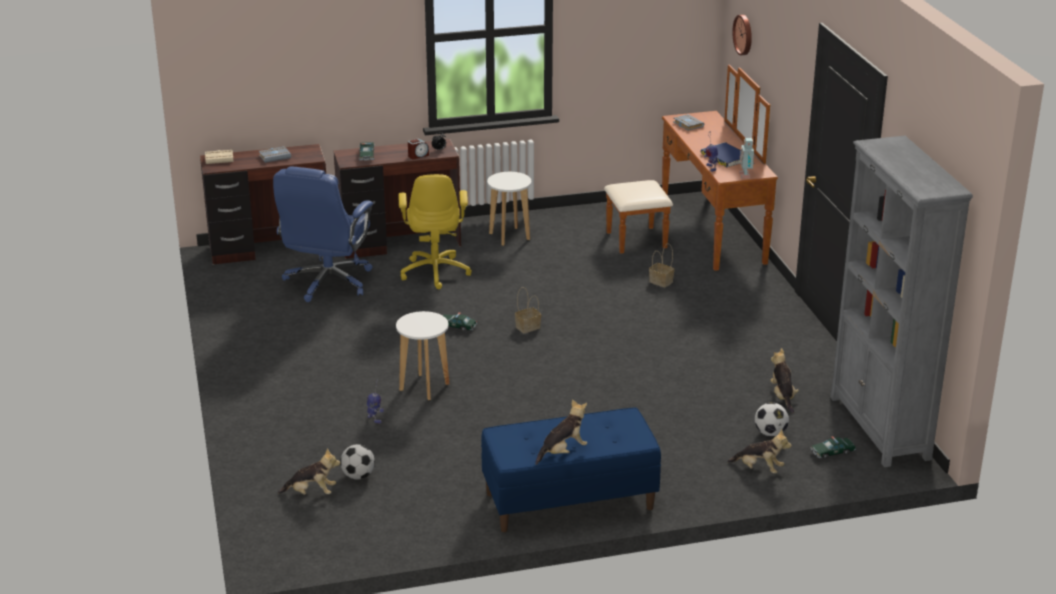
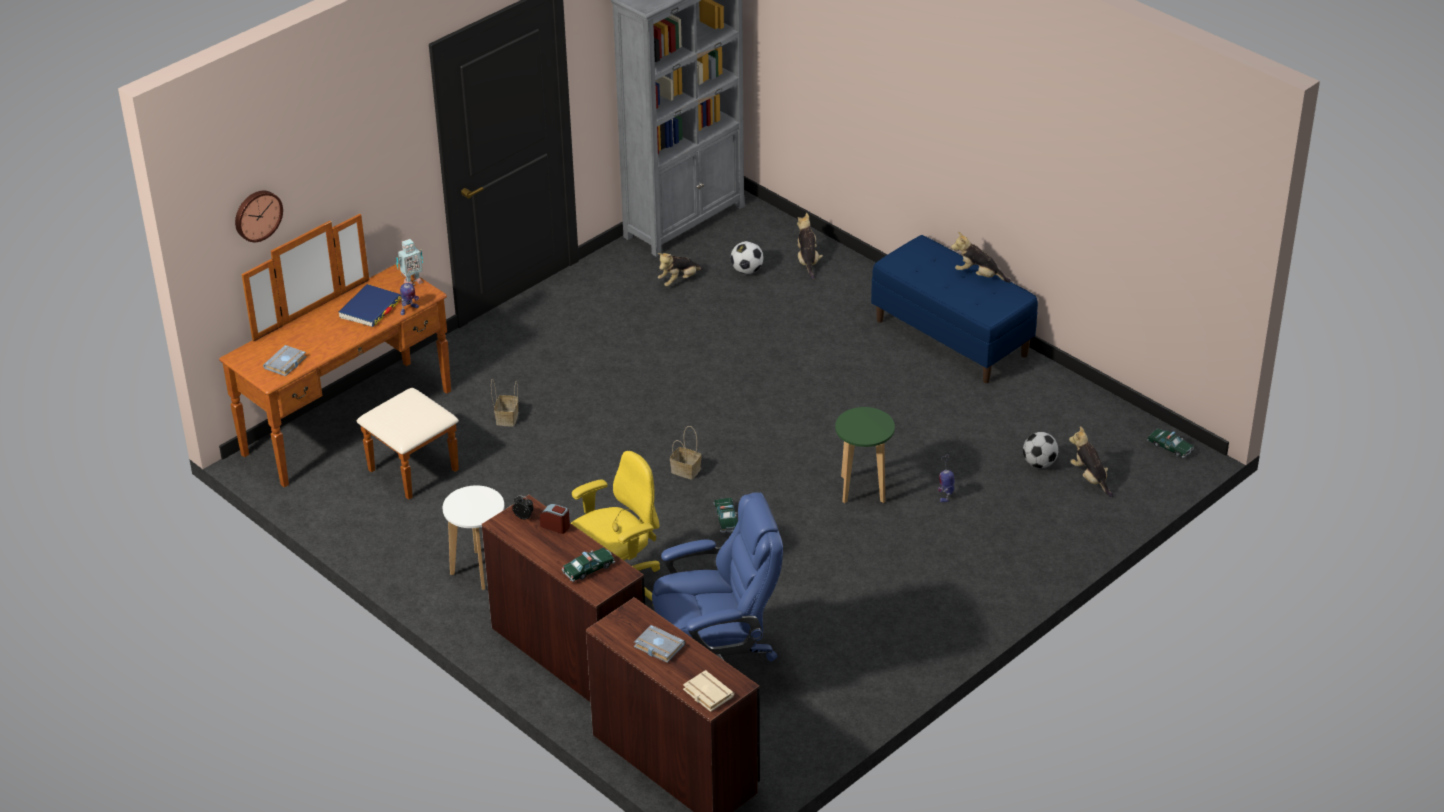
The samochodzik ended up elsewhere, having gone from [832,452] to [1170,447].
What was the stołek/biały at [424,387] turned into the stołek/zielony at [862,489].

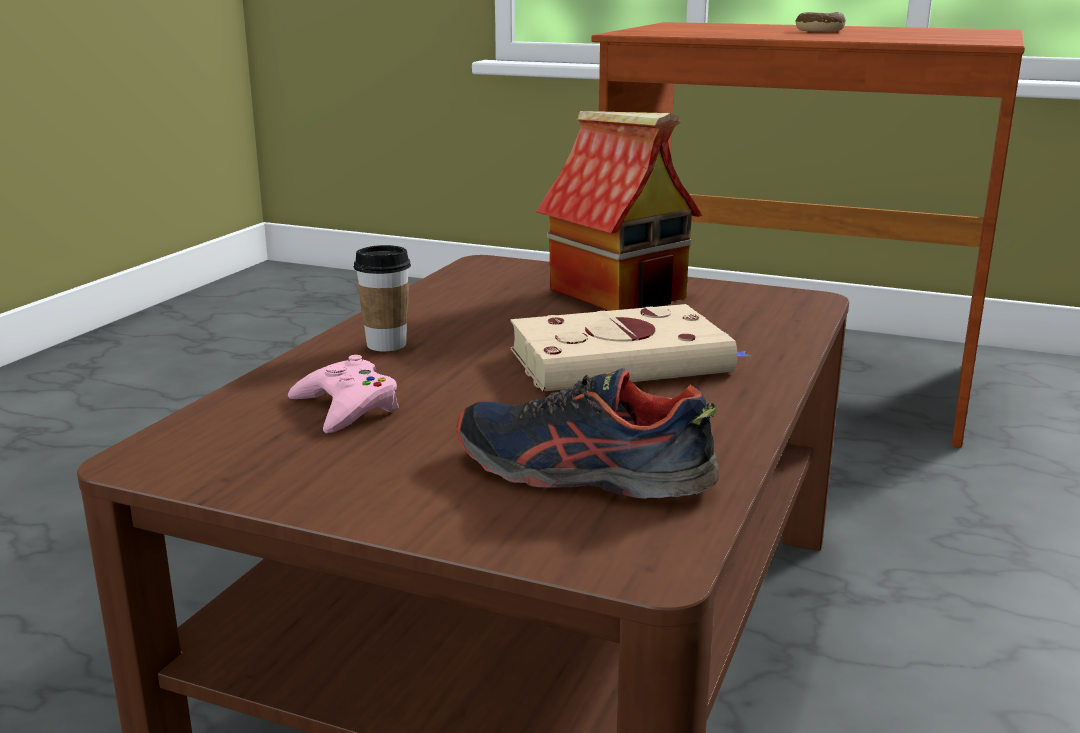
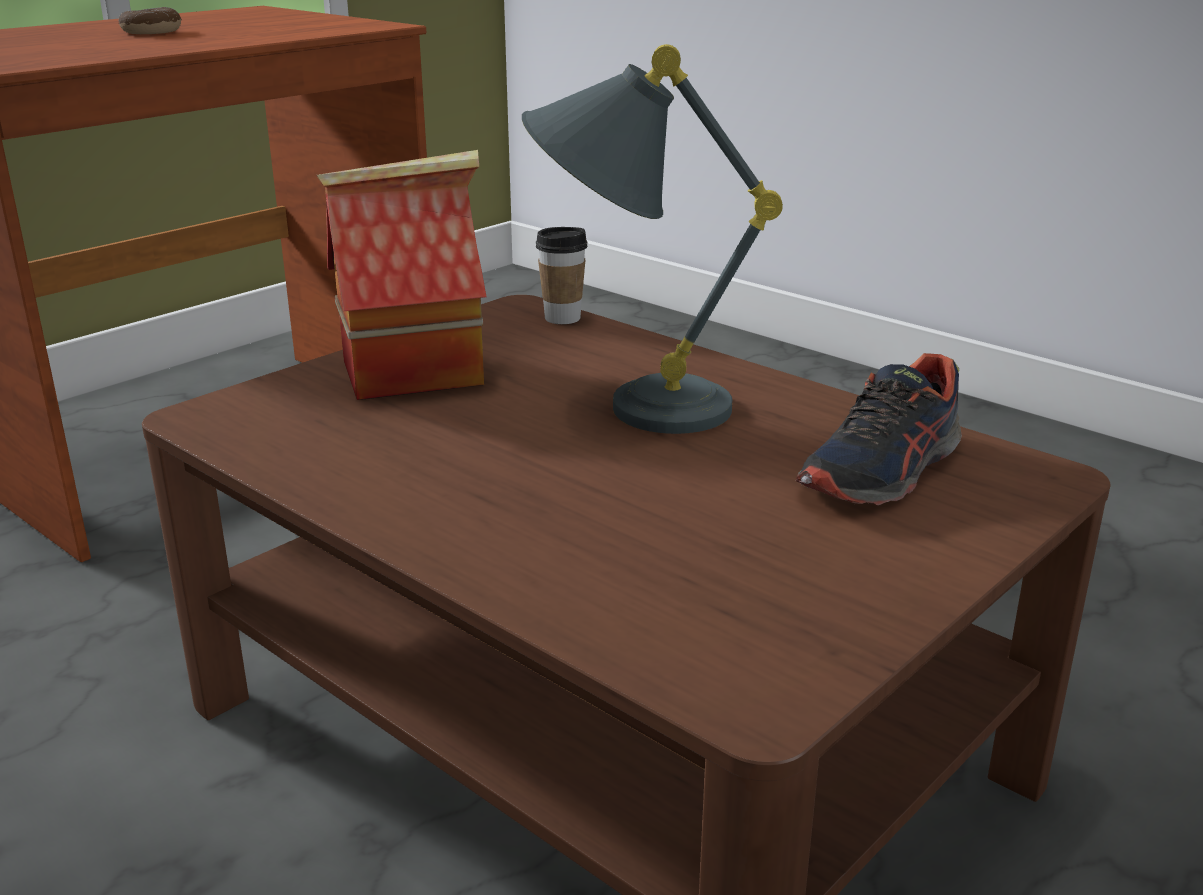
The second view lost the pad do gier/różowy at [346,407].
The filiżanka ended up elsewhere, having gone from [386,345] to [562,318].
Where the książka/beżowy stood at [625,361], the lampa stołowa/szary came to stand at [626,407].

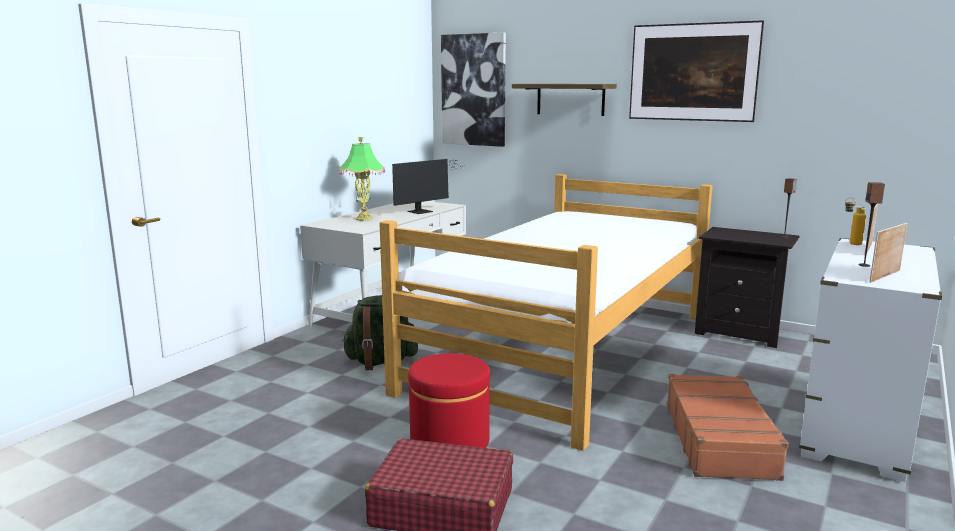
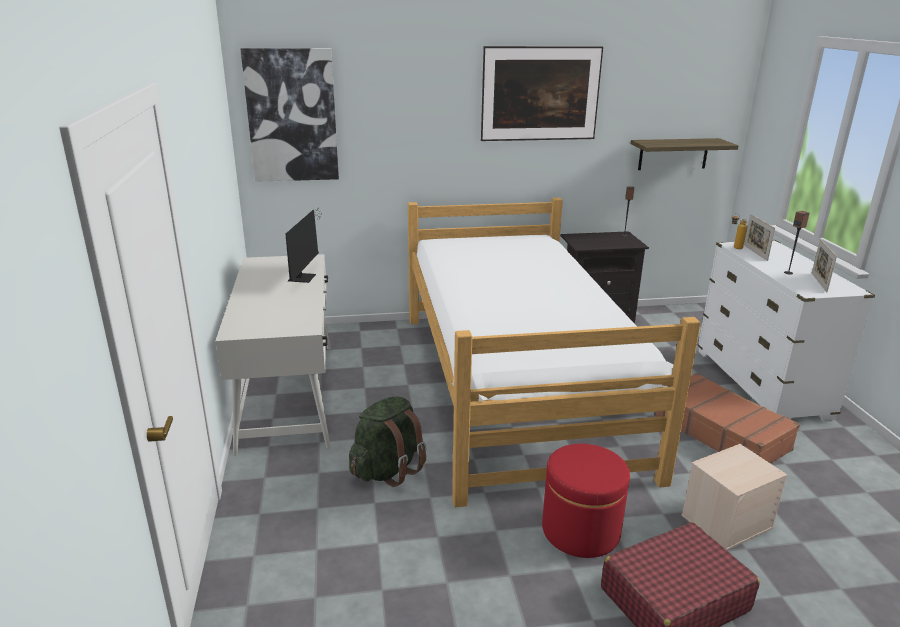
The second view lost the lampa stołowa at [364,218].
The second view gained the pojemnik do przechowywania/beżowy at [726,520].
The półka ended up elsewhere, having gone from [570,99] to [673,154].

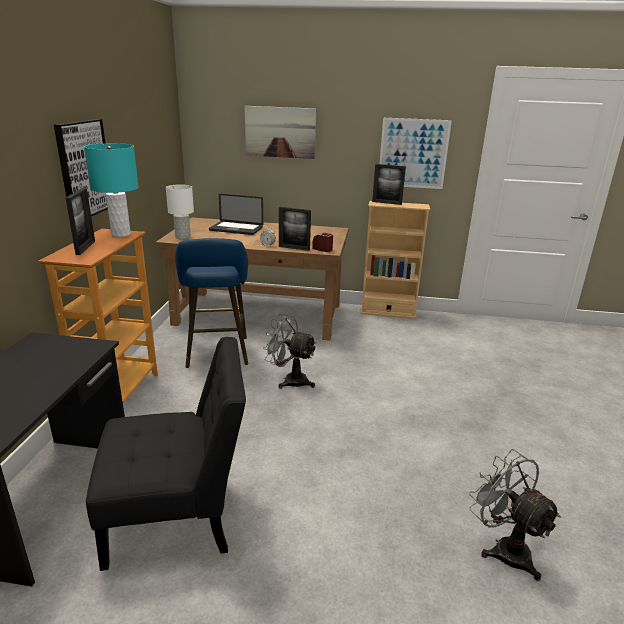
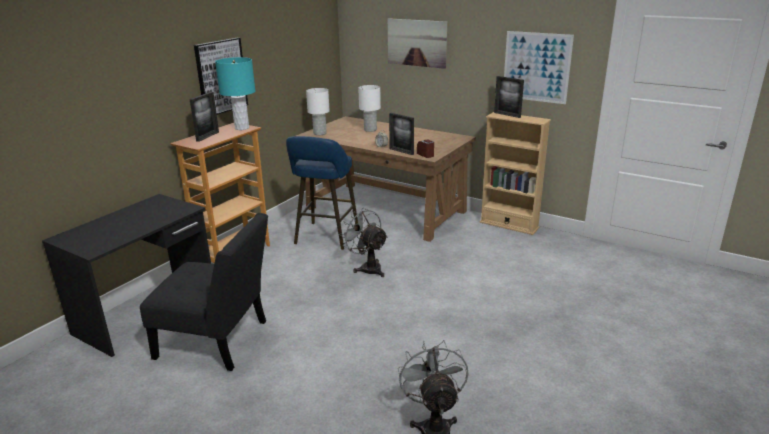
Where the laptop stood at [236,229], the lampa stołowa/biały came to stand at [370,130].

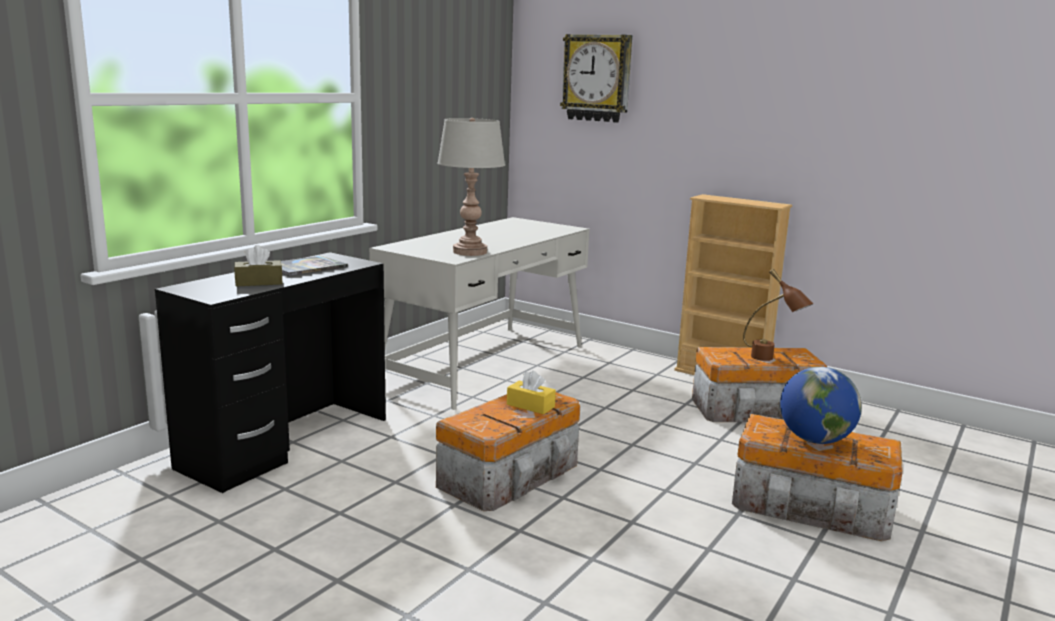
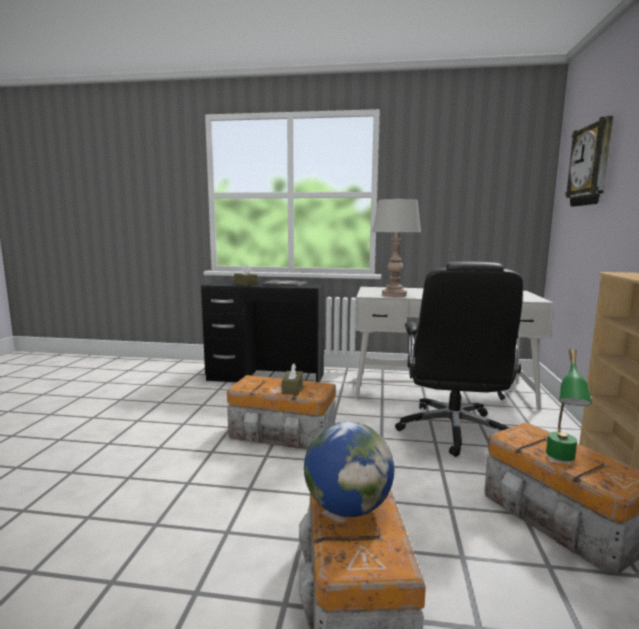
The second view gained the krzesło biurowe/czarny at [453,431].
What was the pudełko chusteczek/żółty at [530,405] turned into the pudełko chusteczek/brązowy at [292,389].
What was the lampa stołowa/brązowy at [771,360] turned into the lampa stołowa/zielony at [561,460].

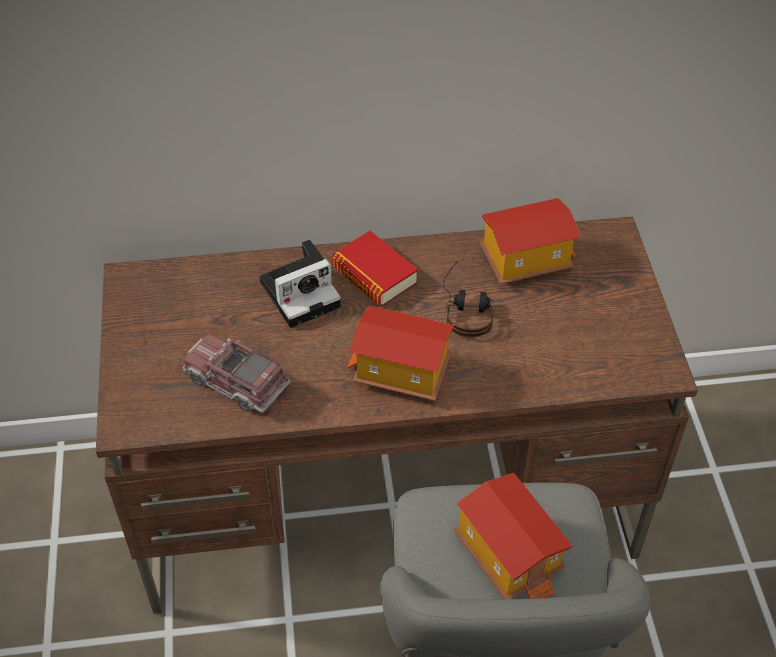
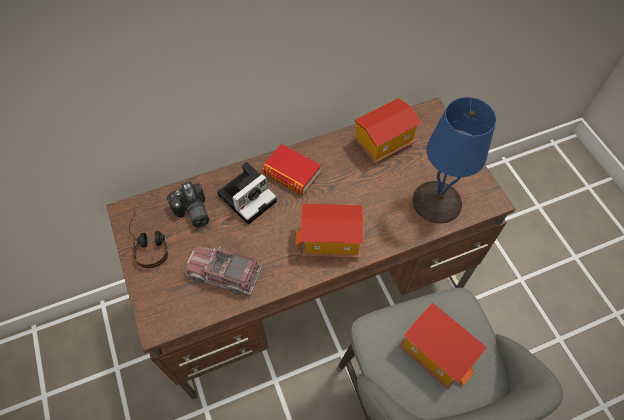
The second view gained the aparat fotograficzny at [192,213].
The second view gained the lampa stołowa/niebieski at [436,201].
The słuchawki ended up elsewhere, having gone from [467,309] to [150,243].

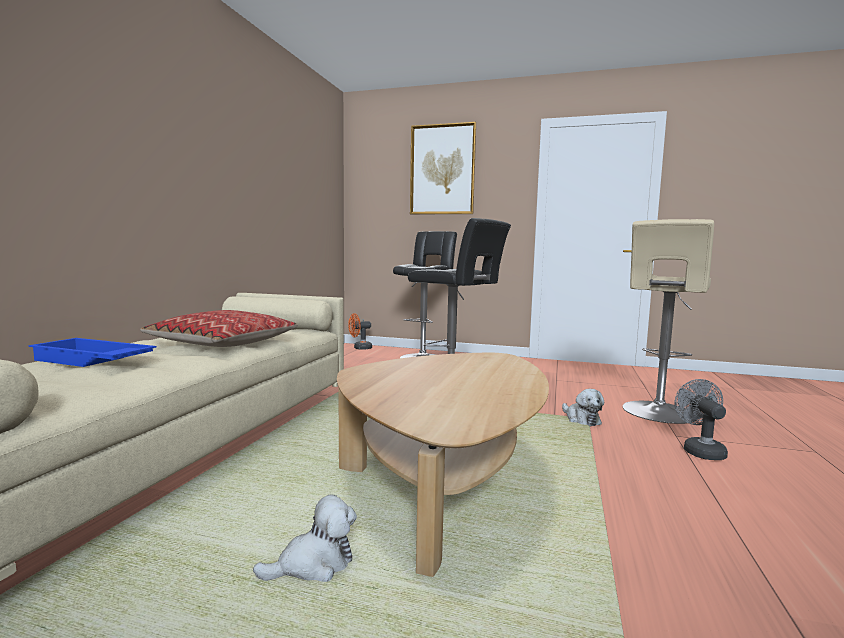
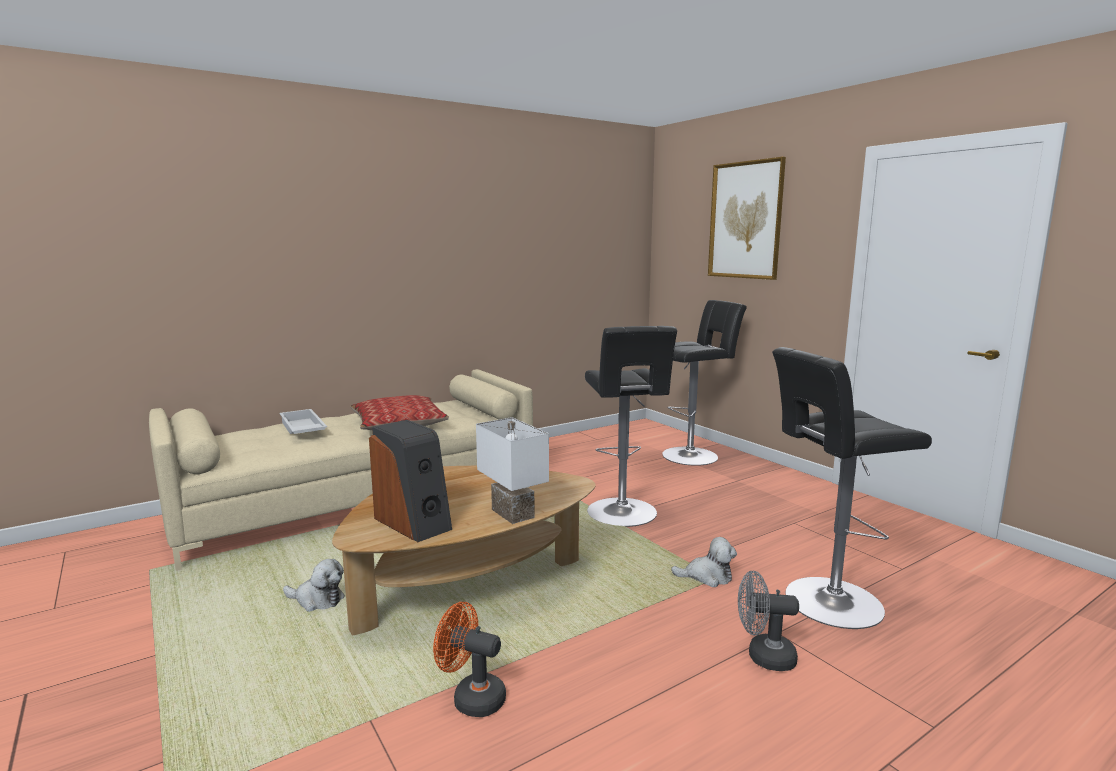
The second view gained the głośnik at [414,523].
The second view gained the lampa stołowa/biały at [510,514].
The wentylator/pomarańczowy ended up elsewhere, having gone from [359,348] to [471,697].
What was the taca/niebieski at [91,361] turned into the taca/biały at [301,429].
What was the stołek/beżowy at [658,413] turned into the stołek/czarny at [827,603].
The pluszak at [581,419] ended up facing another way, 105 degrees counterclockwise from before.
The wentylator/szary at [700,450] ended up facing another way, 120 degrees counterclockwise from before.

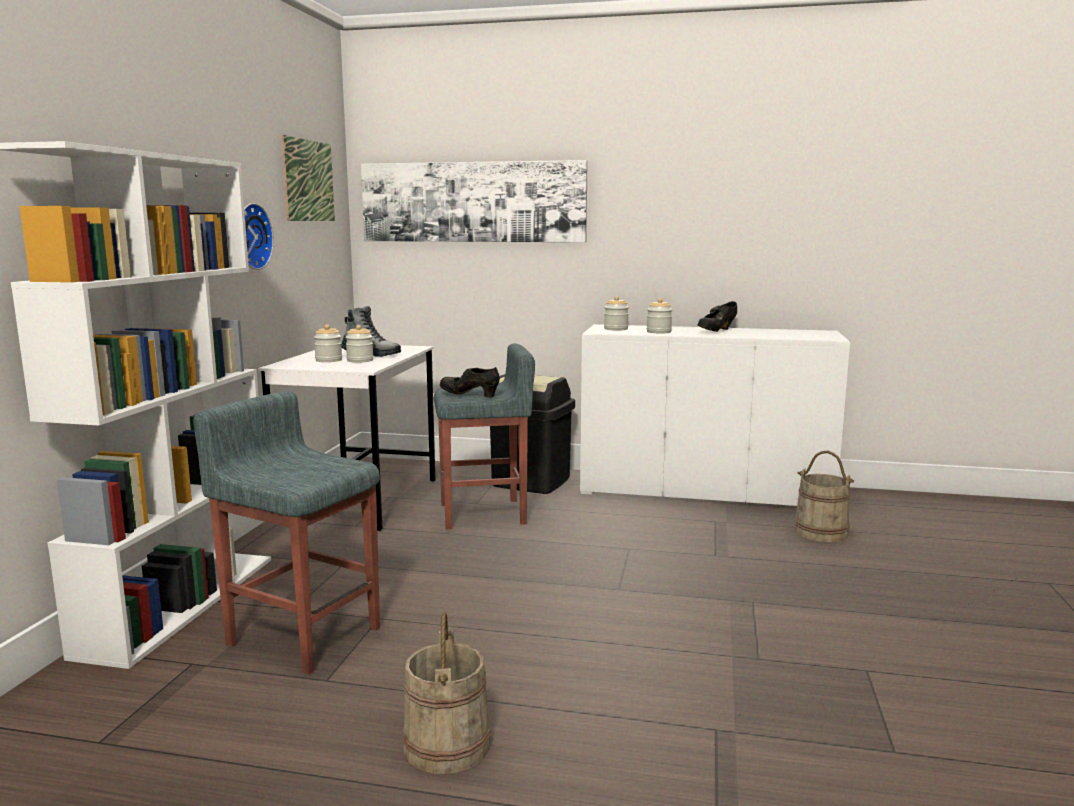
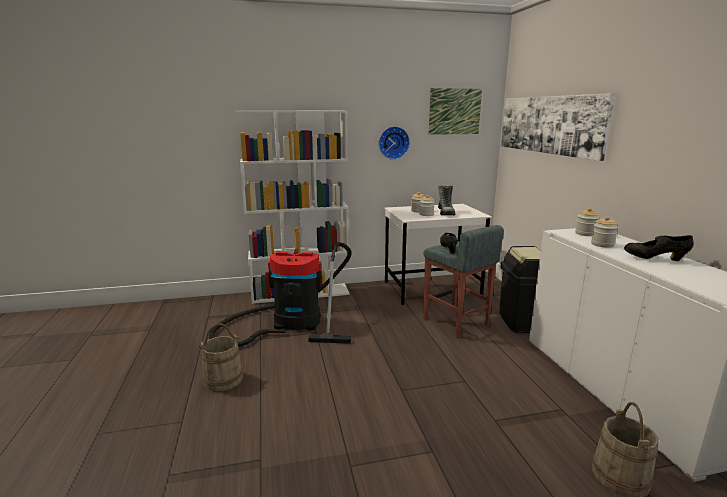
Where the stołek/szary stood at [303,635], the odkurzacz came to stand at [291,322].

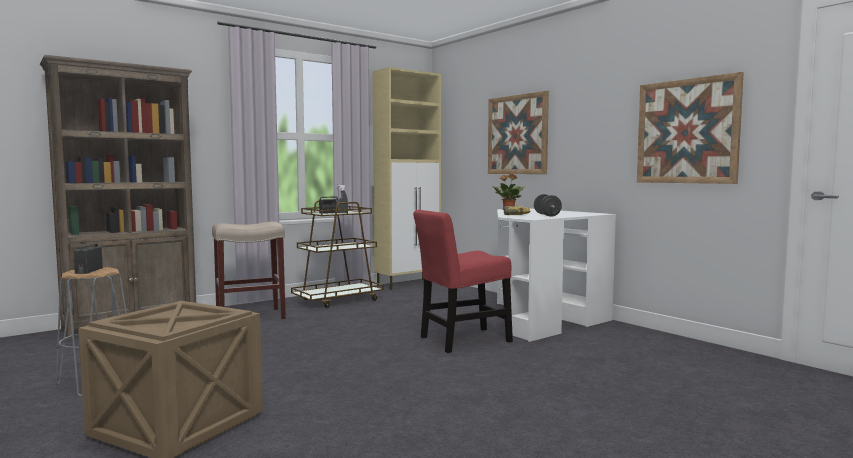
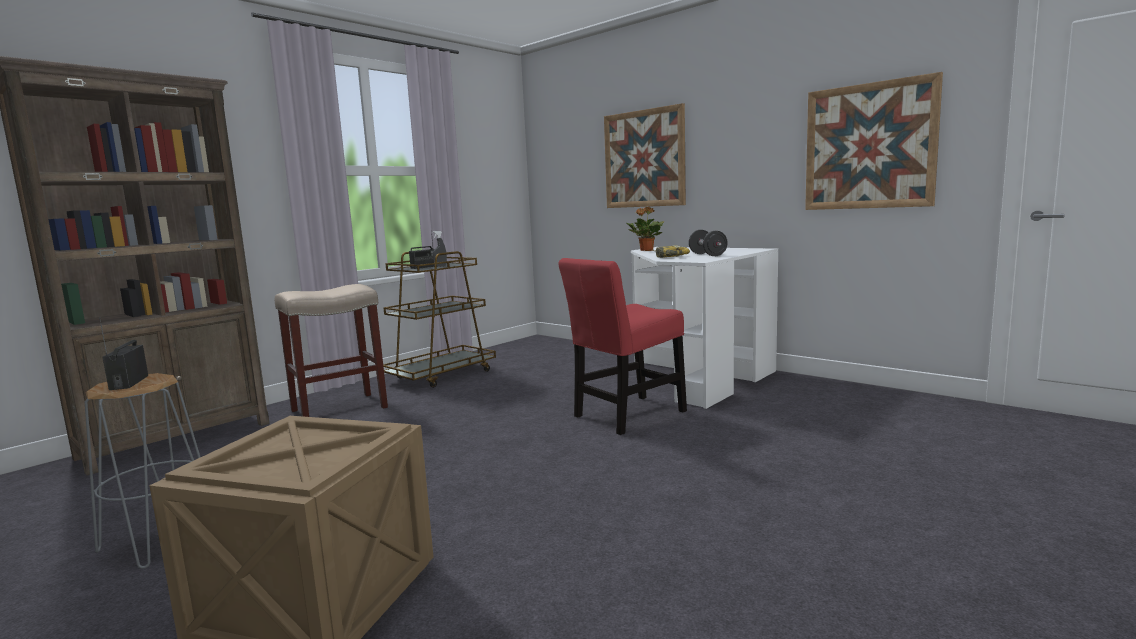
The second view lost the szafka/beżowy at [408,284].

